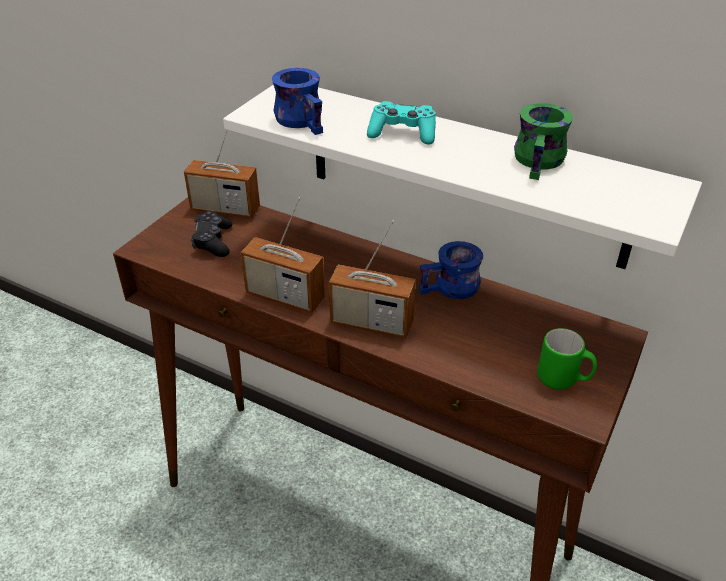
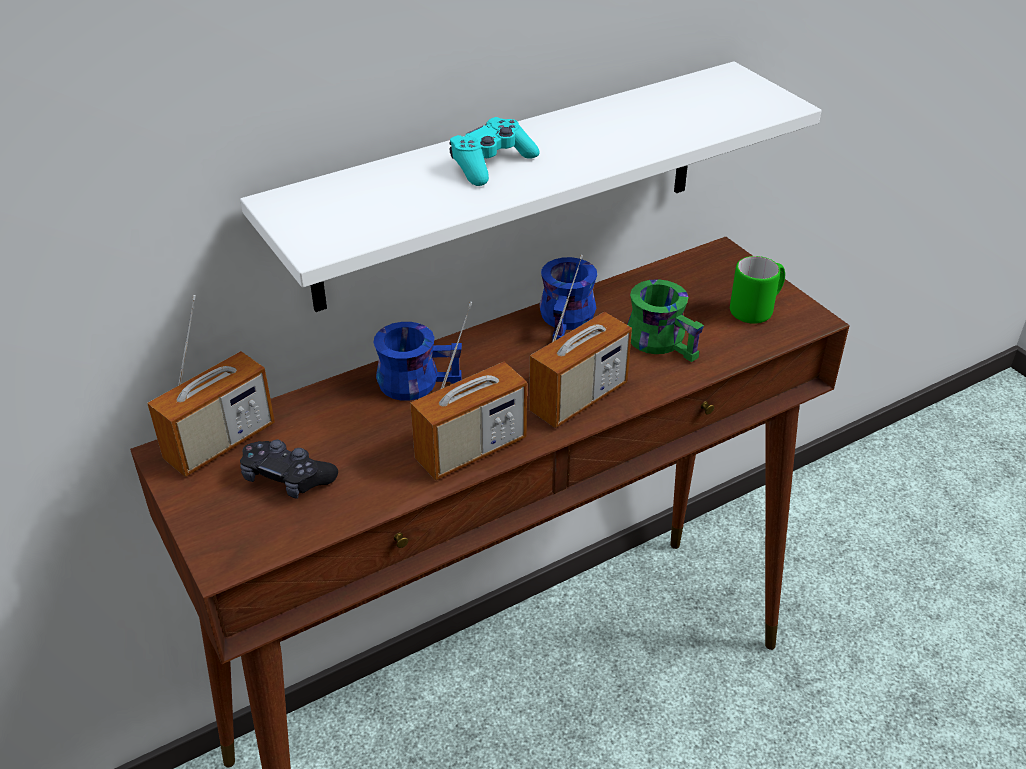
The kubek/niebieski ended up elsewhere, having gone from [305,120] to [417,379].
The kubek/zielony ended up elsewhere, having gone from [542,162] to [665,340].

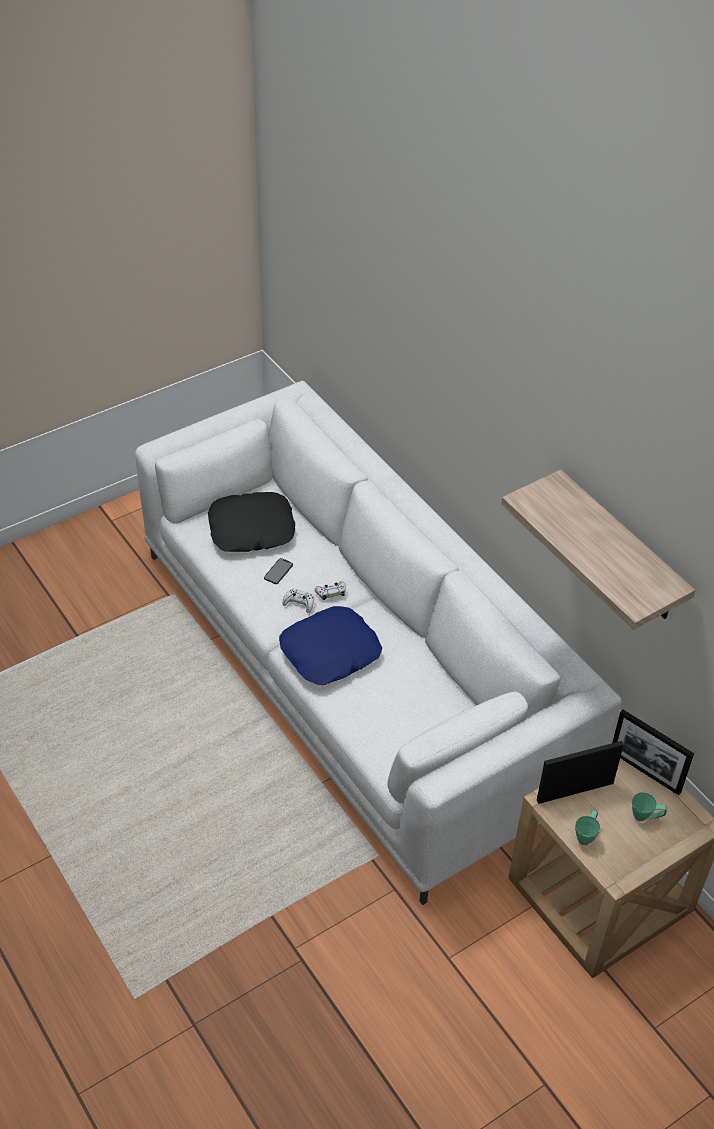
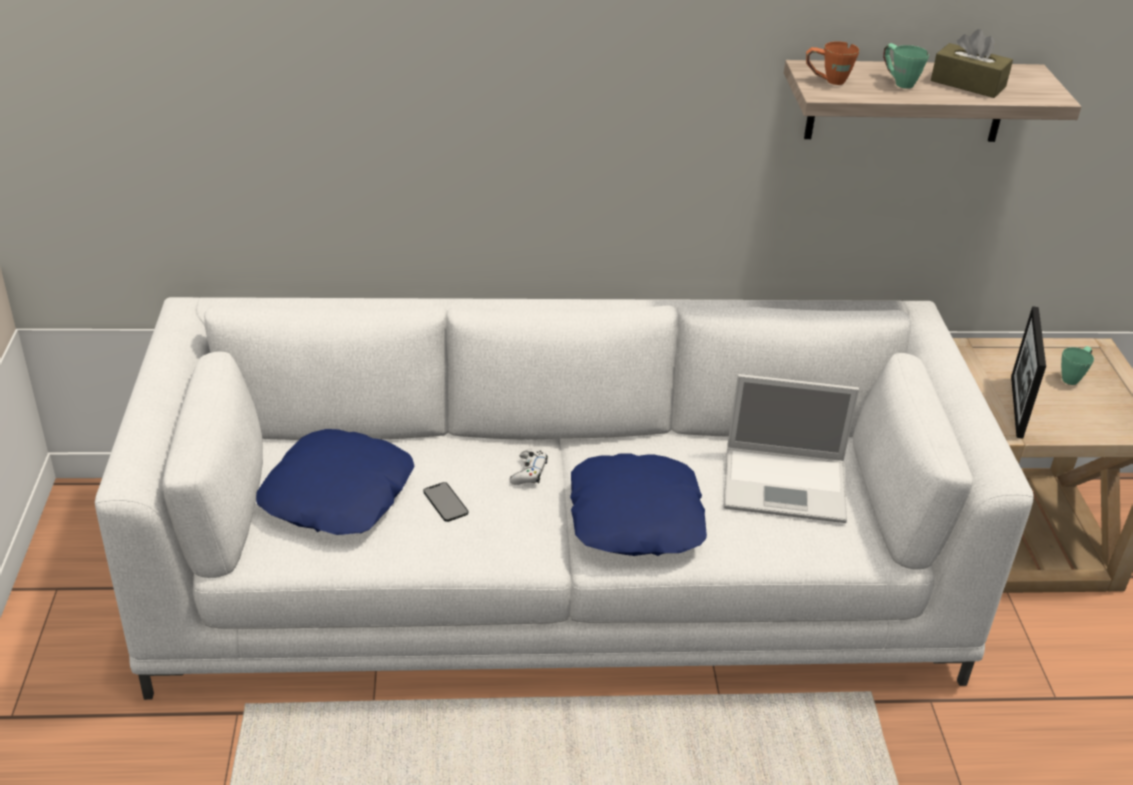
The second view lost the pad do gier/biały at [299,603].
The second view lost the ramka na zdjęcie at [645,771].
The second view gained the laptop at [787,484].
The second view gained the kubek/pomarańczowy at [827,81].
The second view gained the pudełko chusteczek/brązowy at [968,84].
The kubek/zielony ended up elsewhere, having gone from [586,835] to [898,82].
What was the poduszka/czarny at [251,530] turned into the poduszka/niebieski at [339,495].

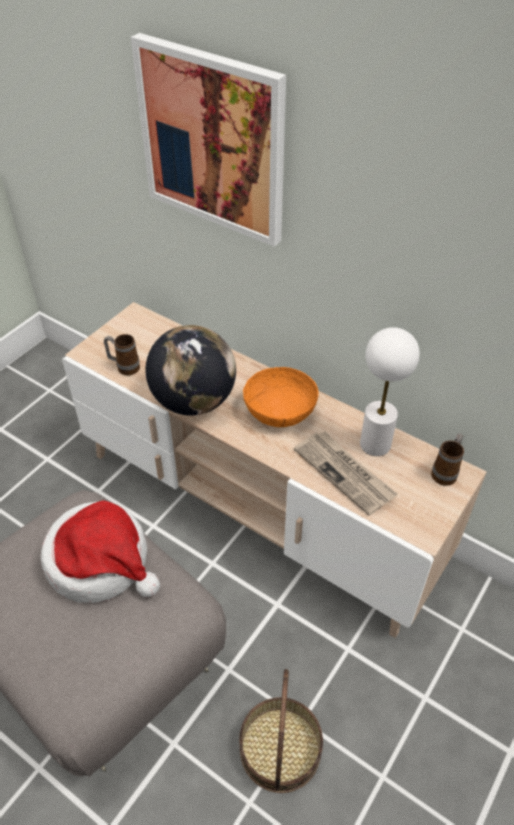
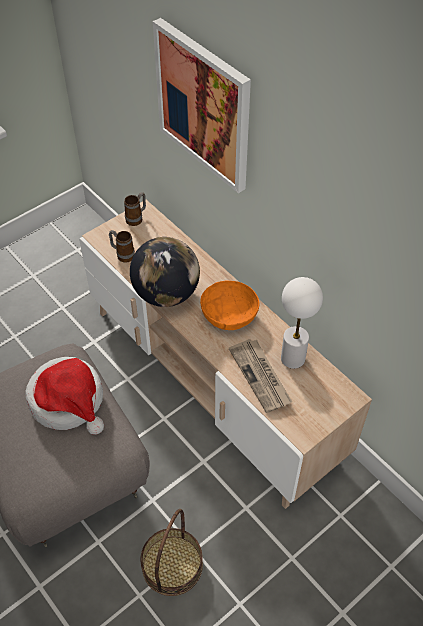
The kubek ended up elsewhere, having gone from [446,472] to [137,218].

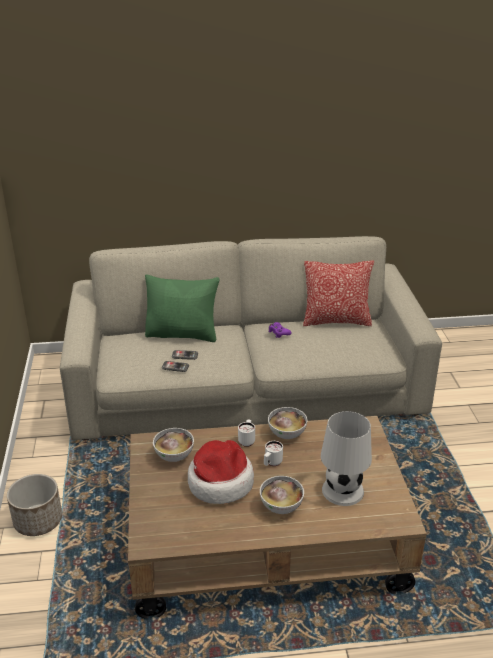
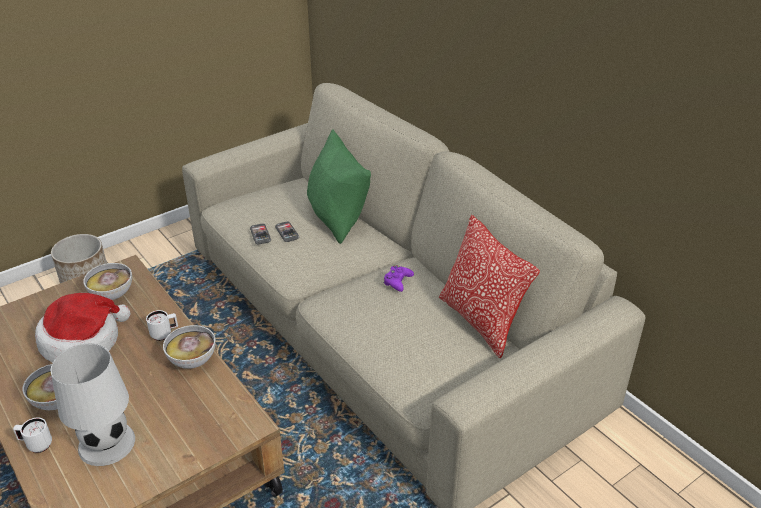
The kubek/biały ended up elsewhere, having gone from [272,463] to [36,445].

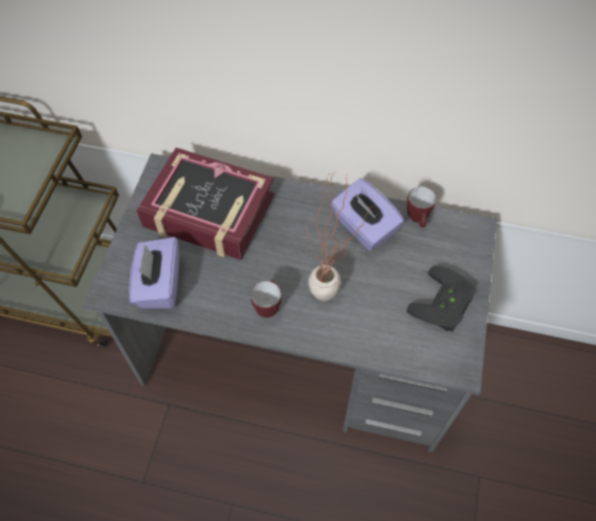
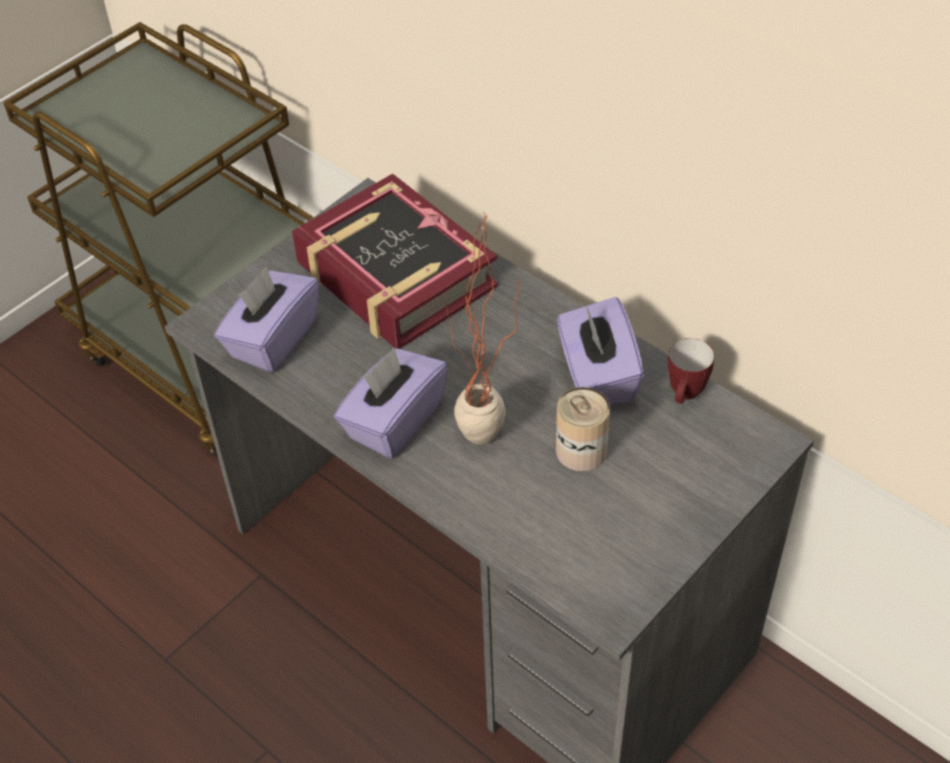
The second view lost the pad do gier/czarny at [445,304].
The second view gained the puszka at [581,450].
Where the kubek stood at [267,307], the pudełko chusteczek/fioletowy came to stand at [394,421].

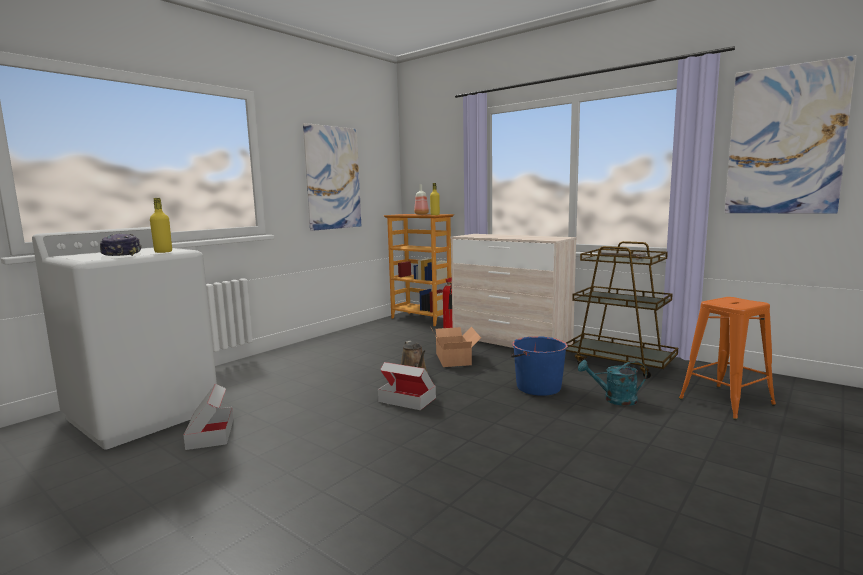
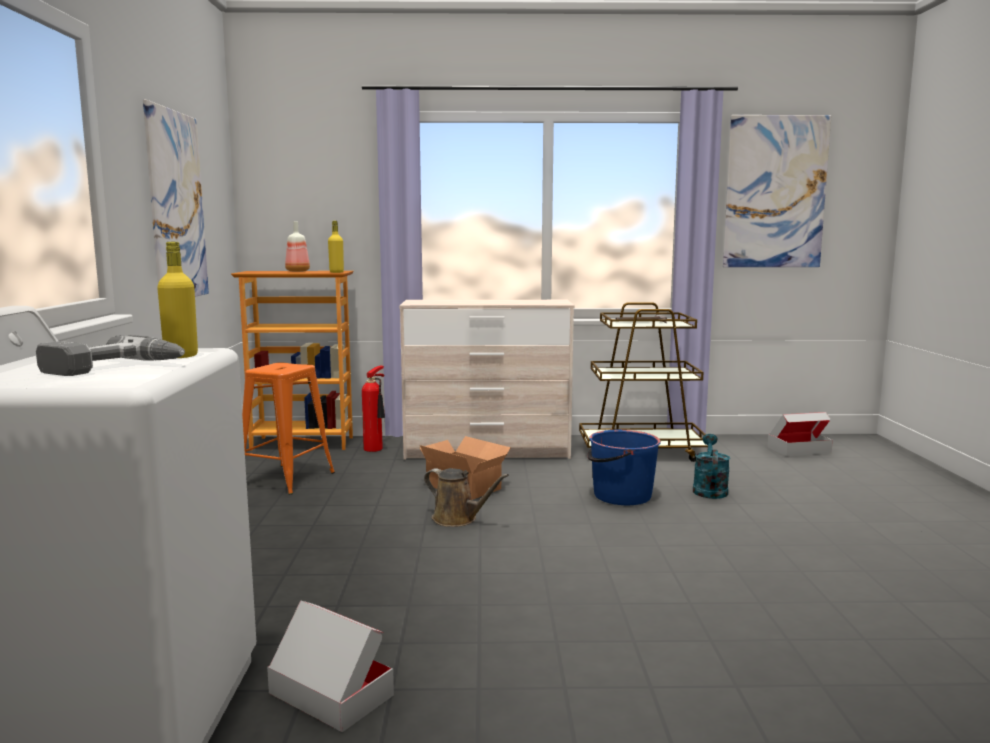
The karton ended up elsewhere, having gone from [407,400] to [799,450].
The stołek/pomarańczowy ended up elsewhere, having gone from [725,402] to [285,480].
Where the czapka z daszkiem stood at [122,254], the wiertarka came to stand at [115,368].
The konewka/turkusowy at [614,399] ended up facing another way, 135 degrees clockwise from before.

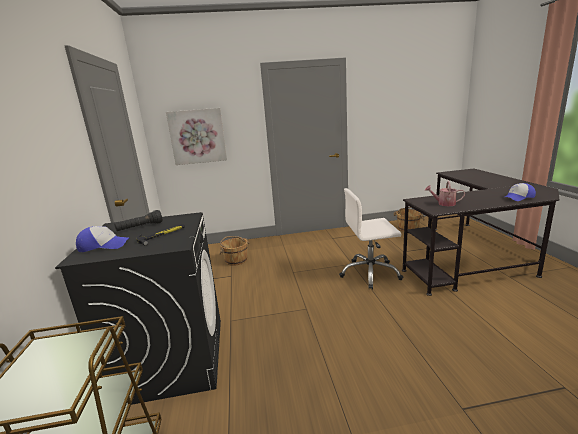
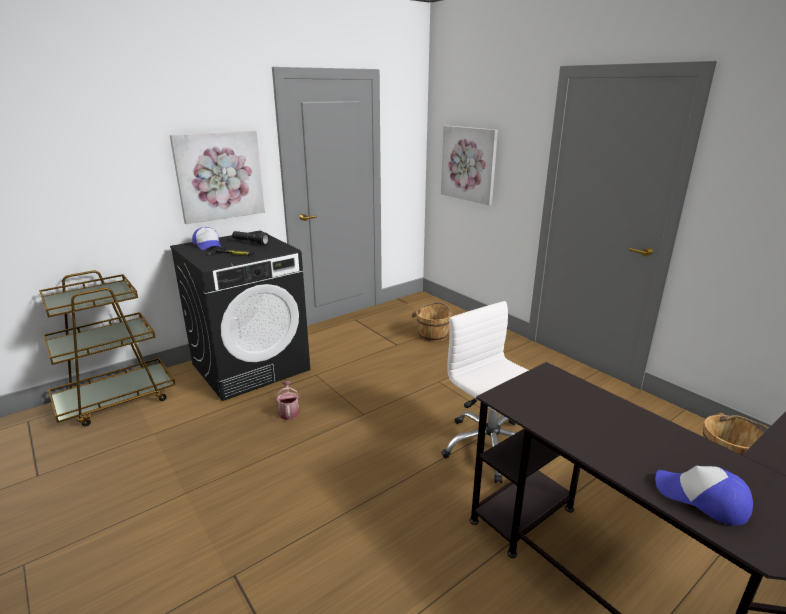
The second view gained the obraz at [219,176].
The konewka ended up elsewhere, having gone from [443,204] to [289,411].

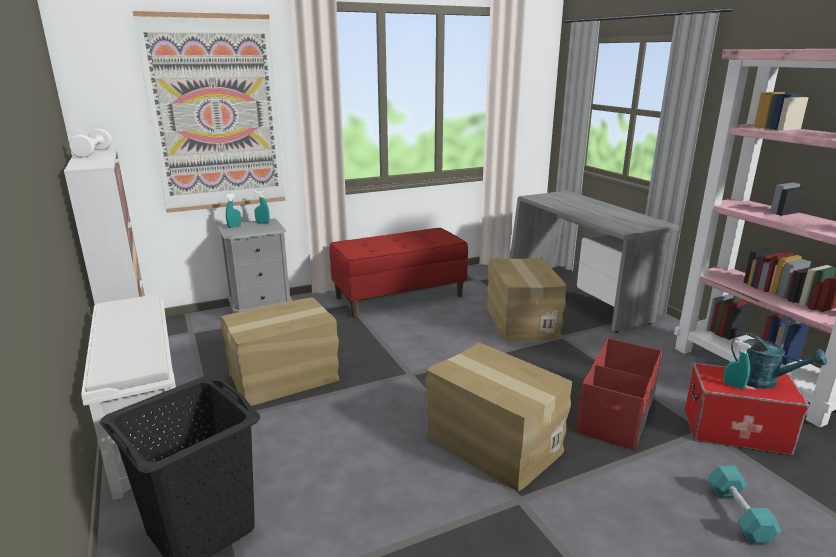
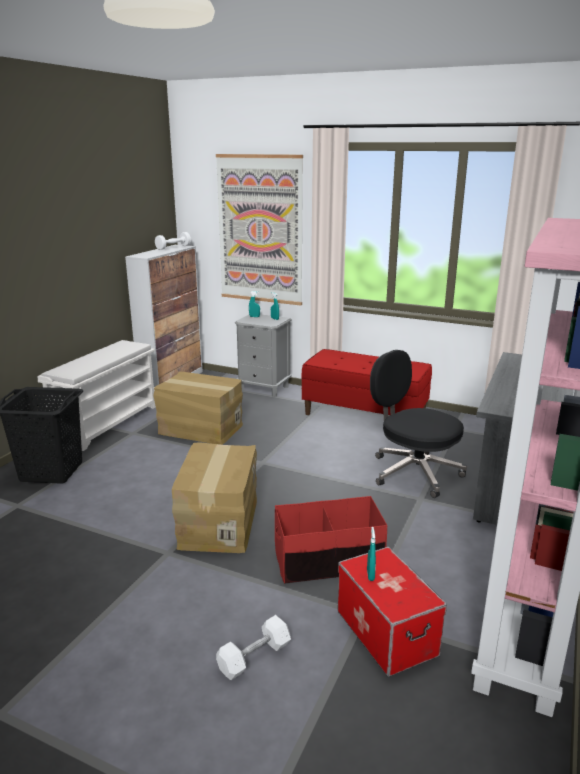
The second view lost the konewka/turkusowy at [764,382].
Where the karton stood at [520,321], the krzesło biurowe/czarny came to stand at [413,472].
What was the hantel/turkusowy at [738,514] turned into the hantel/biały at [254,657].

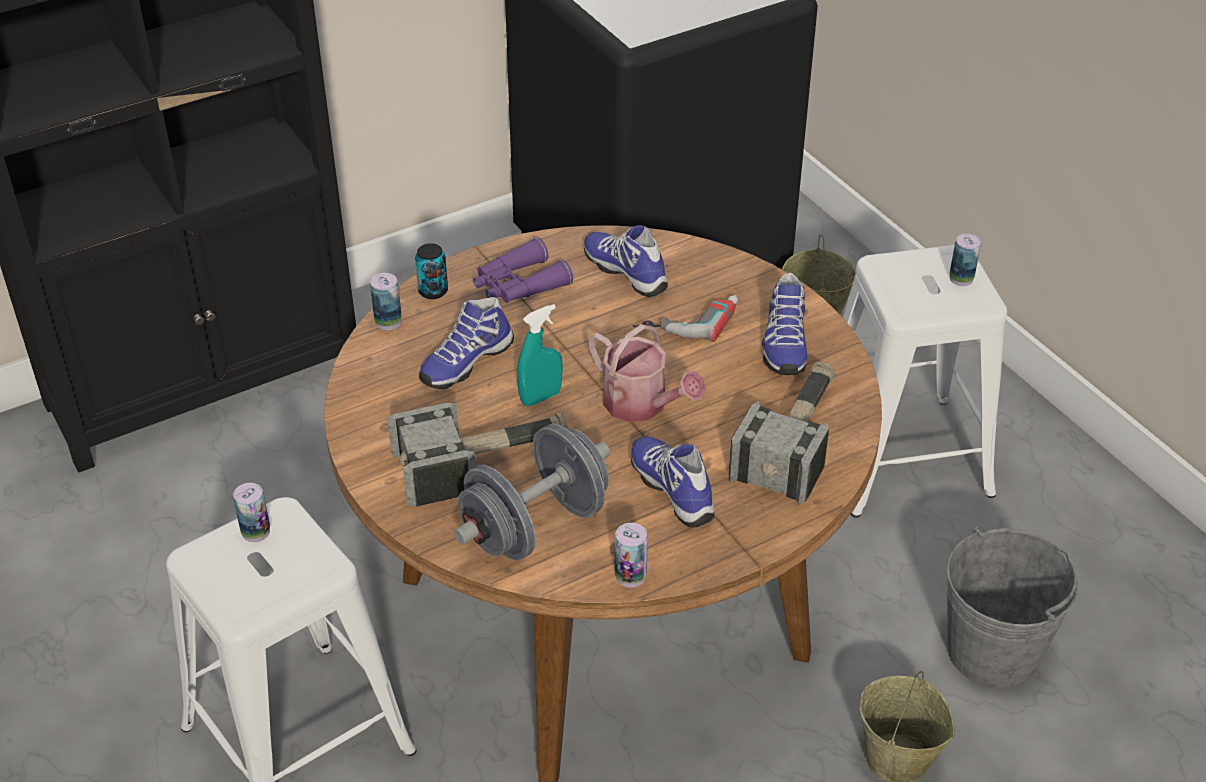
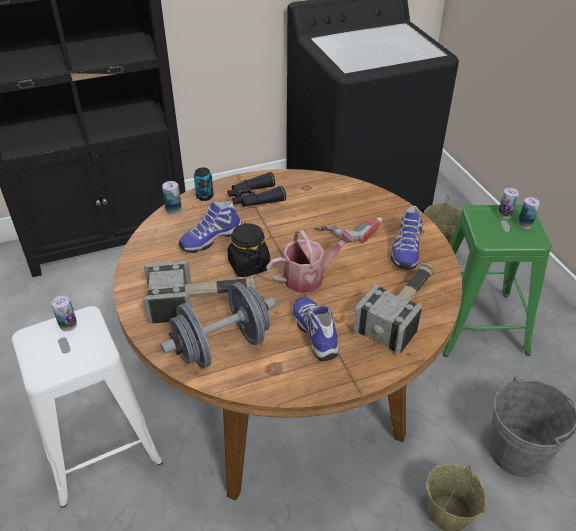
The second view lost the but at [627,271].
The puszka ended up elsewhere, having gone from [630,576] to [505,215].
Where the spryskiwacz/turkusowy stood at [540,397], the słoik/czarny came to stand at [249,265].
What was the lornetka/fioletowy at [518,285] turned into the lornetka/czarny at [255,198].
What was the stołek/biały at [900,456] turned into the stołek/zielony at [477,324].
The konewka at [642,405] ended up facing another way, 75 degrees counterclockwise from before.

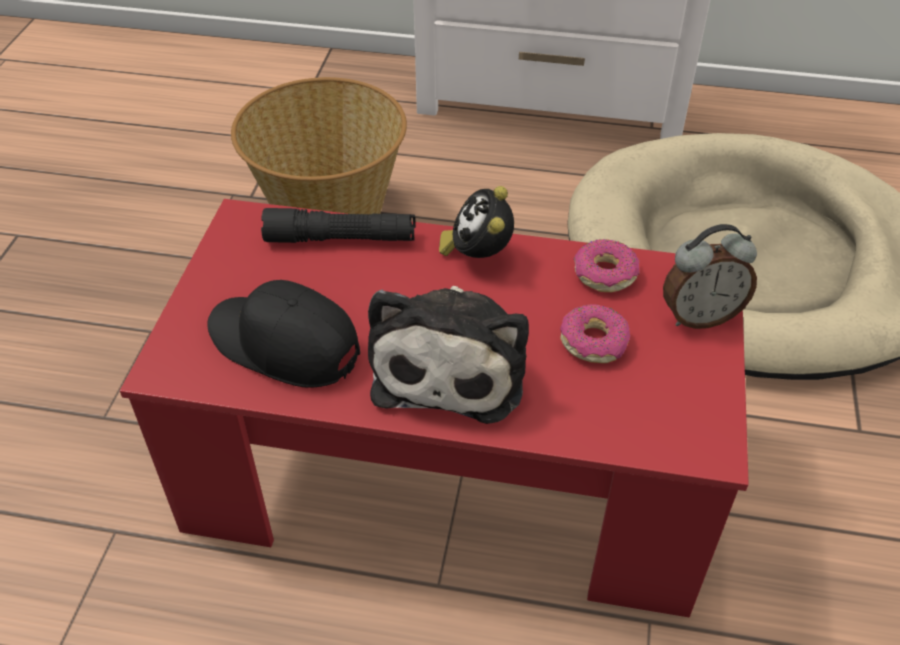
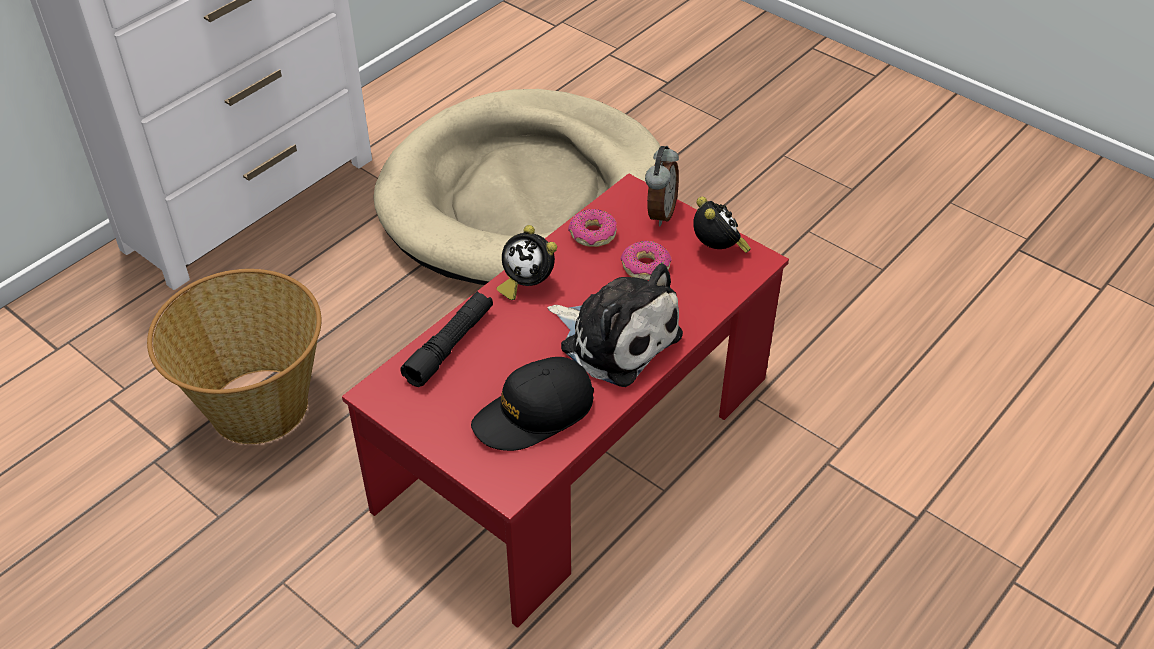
The second view gained the budzik at [717,250].

